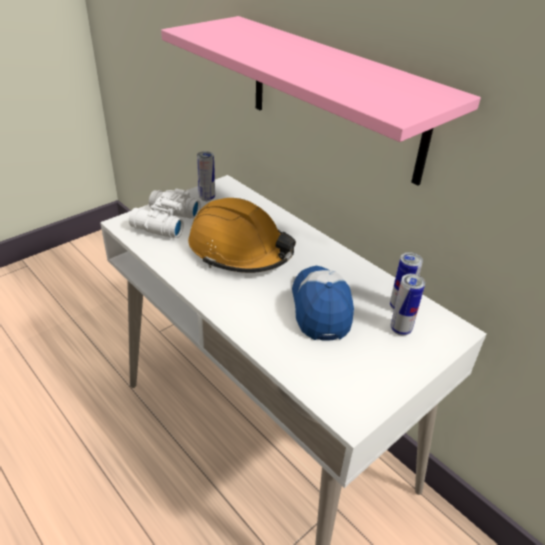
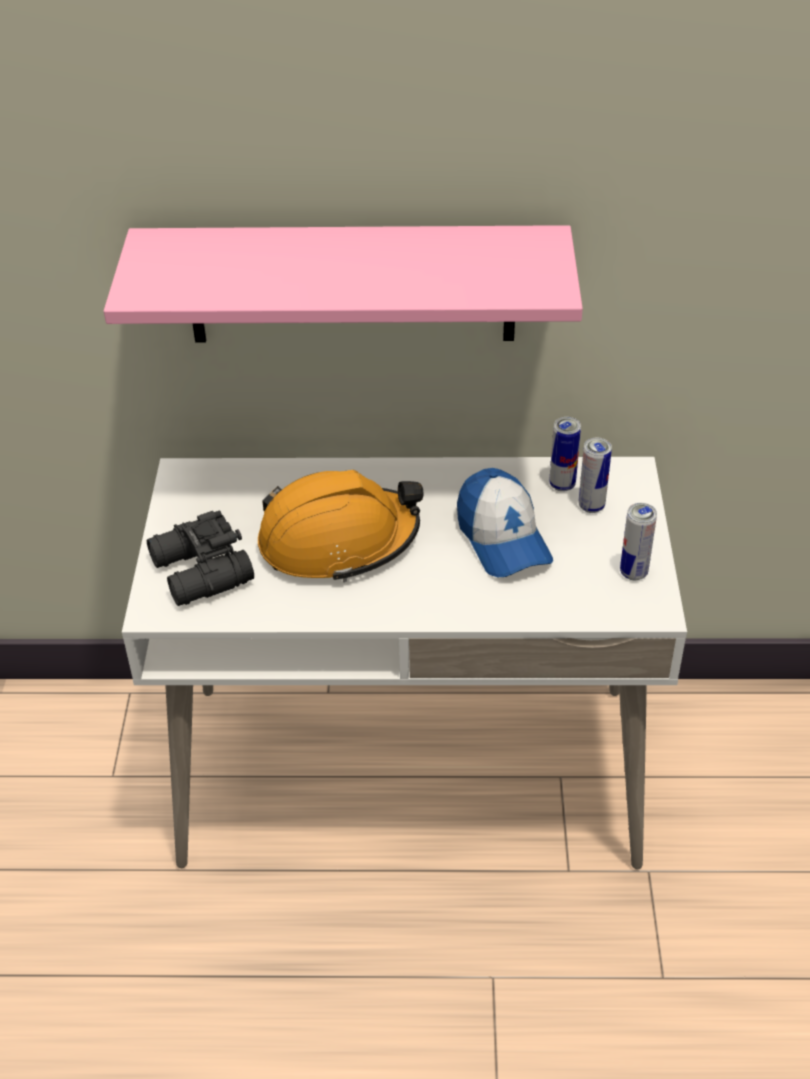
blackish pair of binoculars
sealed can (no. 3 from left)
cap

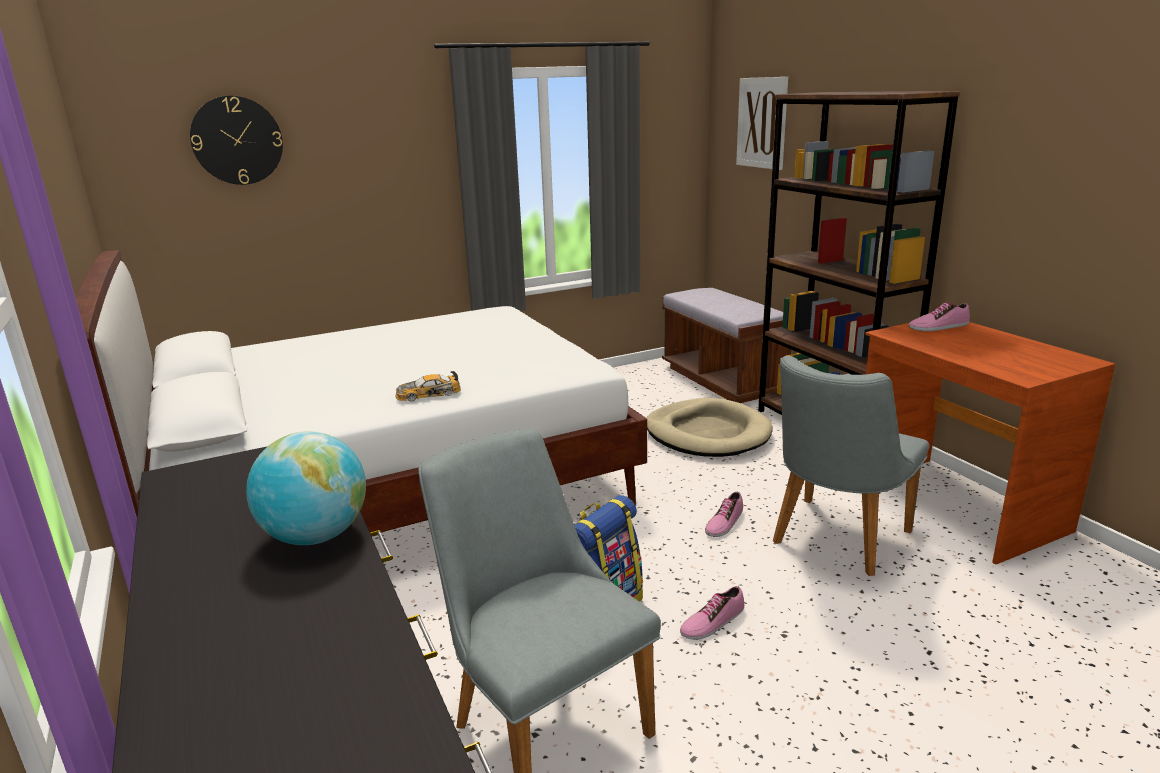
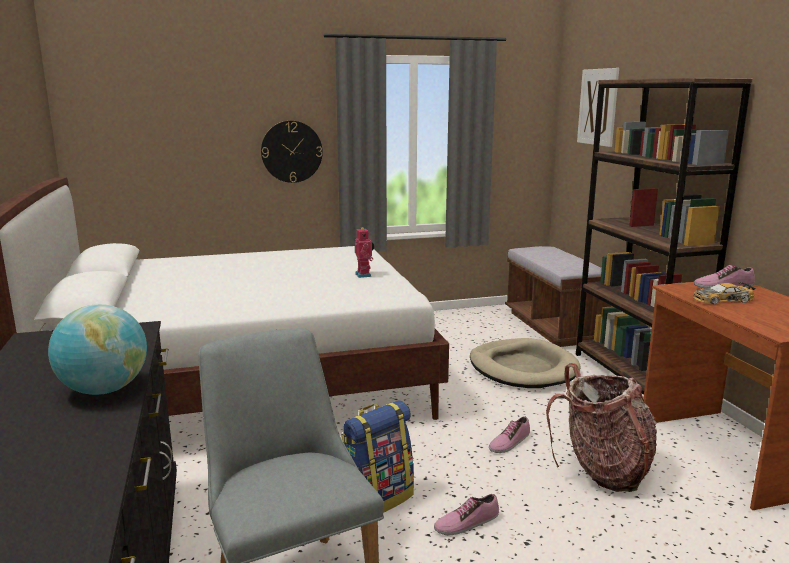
wall clock
miniature car
rucksack (no. 2 from left)
model robot

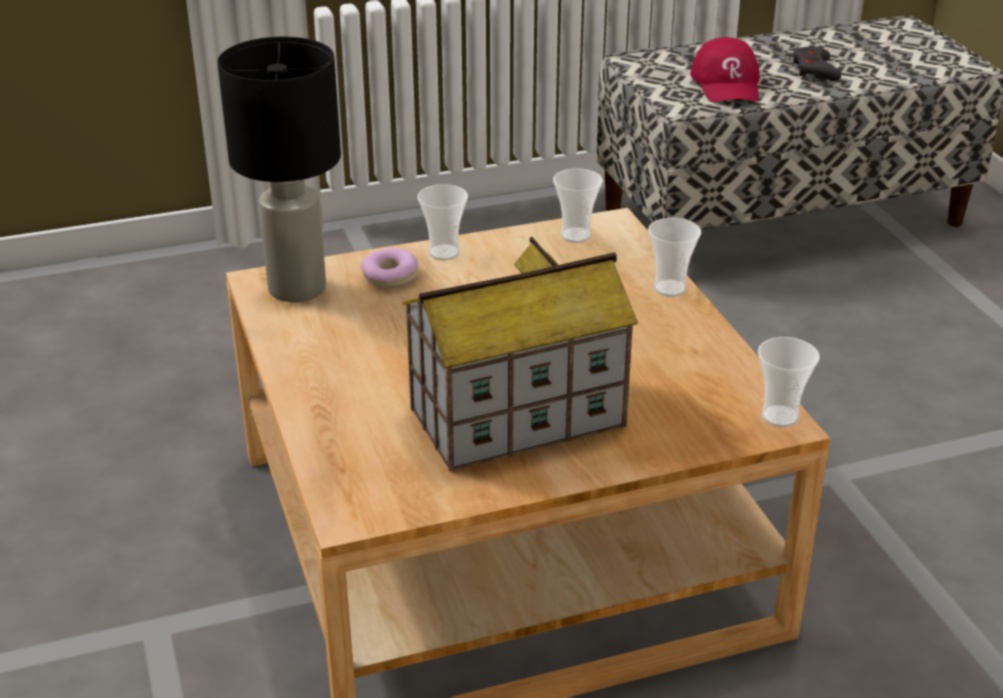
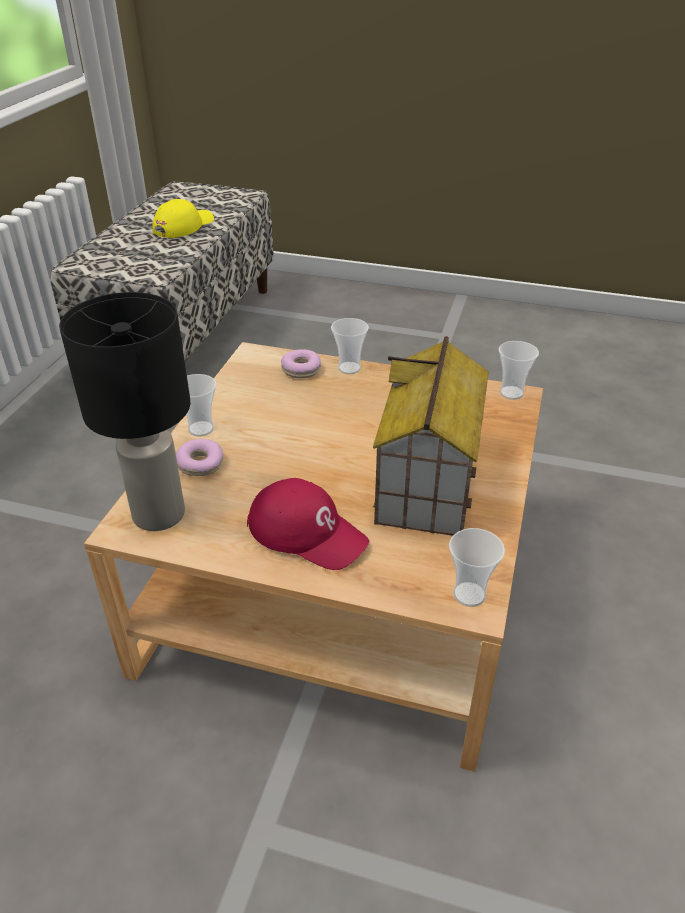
drinking cup (no. 3 from left)
red cap
yellow-coloured cap
ring doughnut (no. 2 from left)

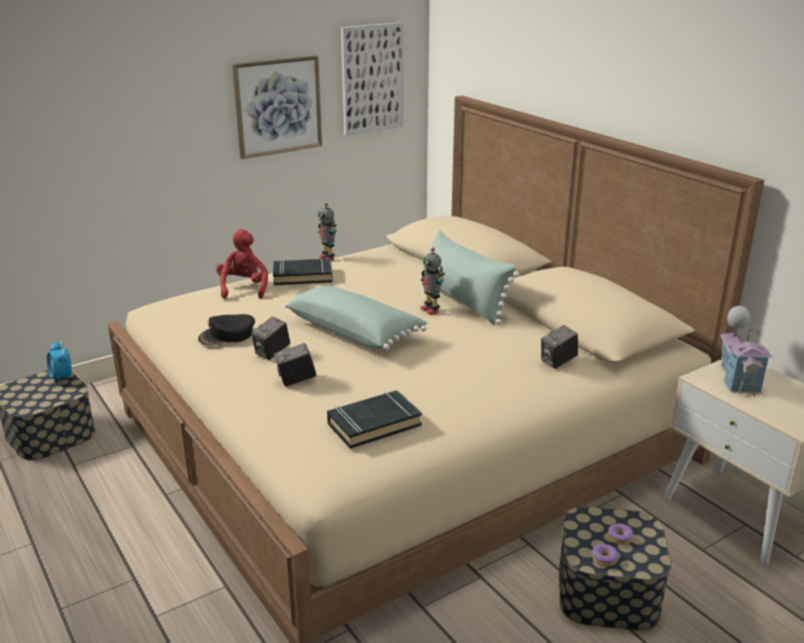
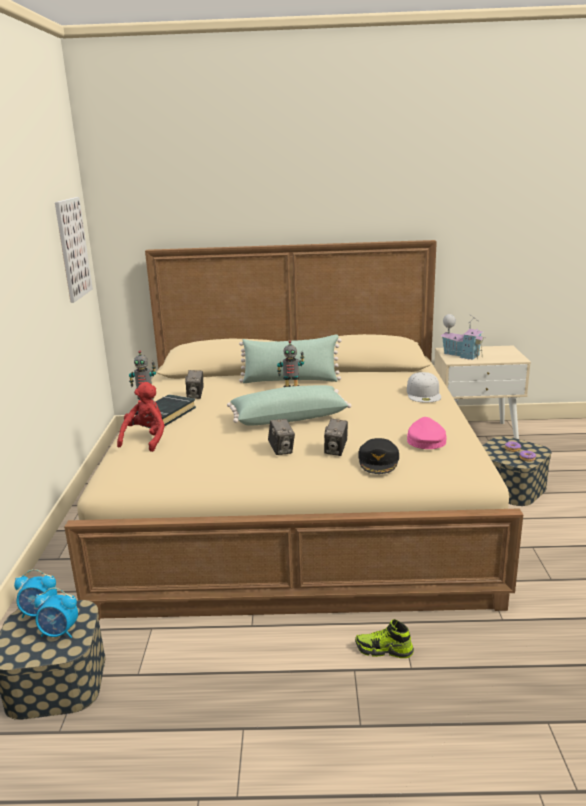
blackish cap
red soft toy
wall art (no. 1 from left in the first image)
pink-coloured cap
photo camera (no. 1 from left)
bedside clock (no. 2 from left)
low shoe
whitish cap

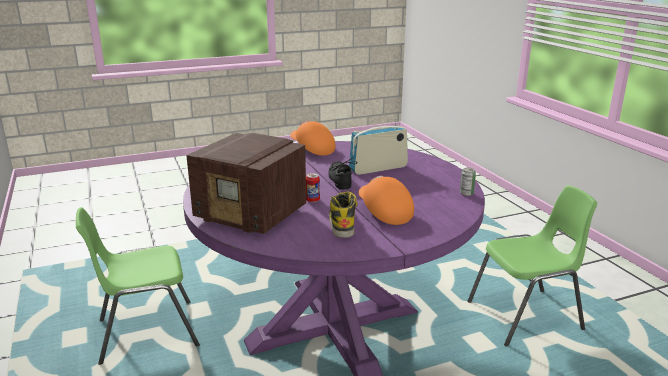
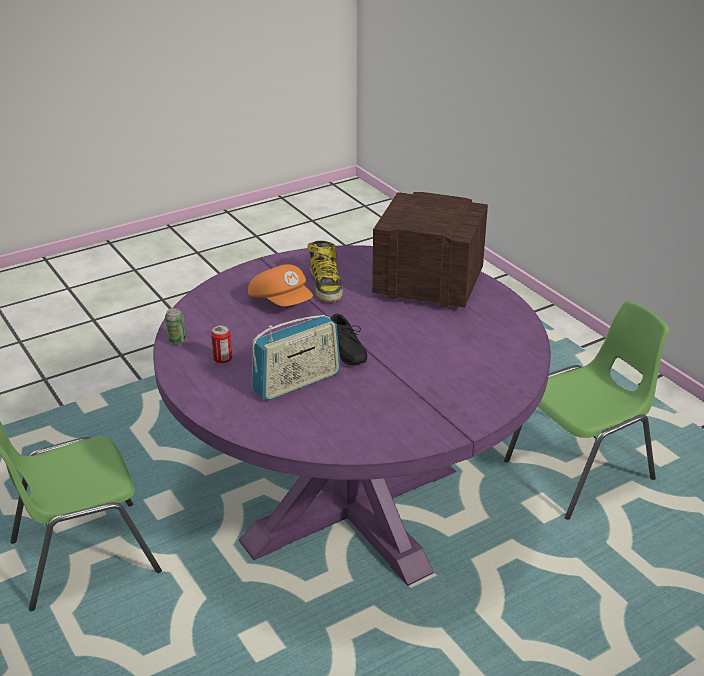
orange-coloured cap (no. 1 from left in the first image)
sealed can (no. 2 from left)

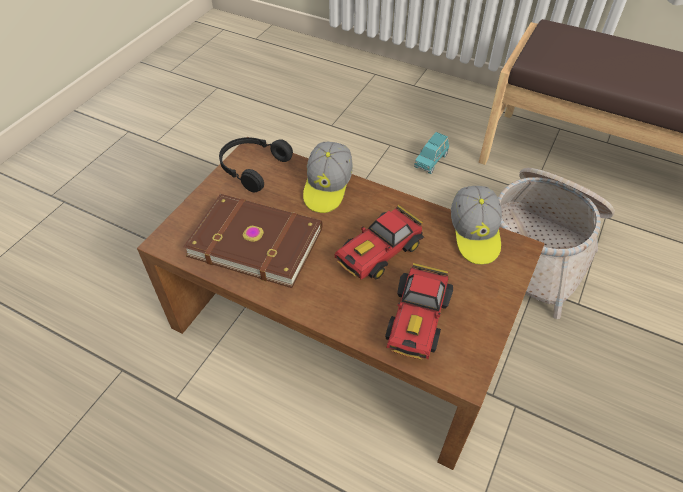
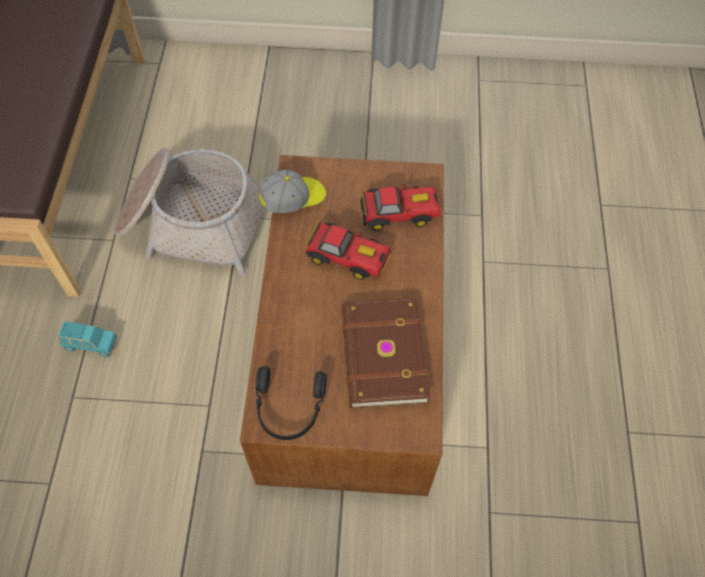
cap (no. 1 from left in the first image)

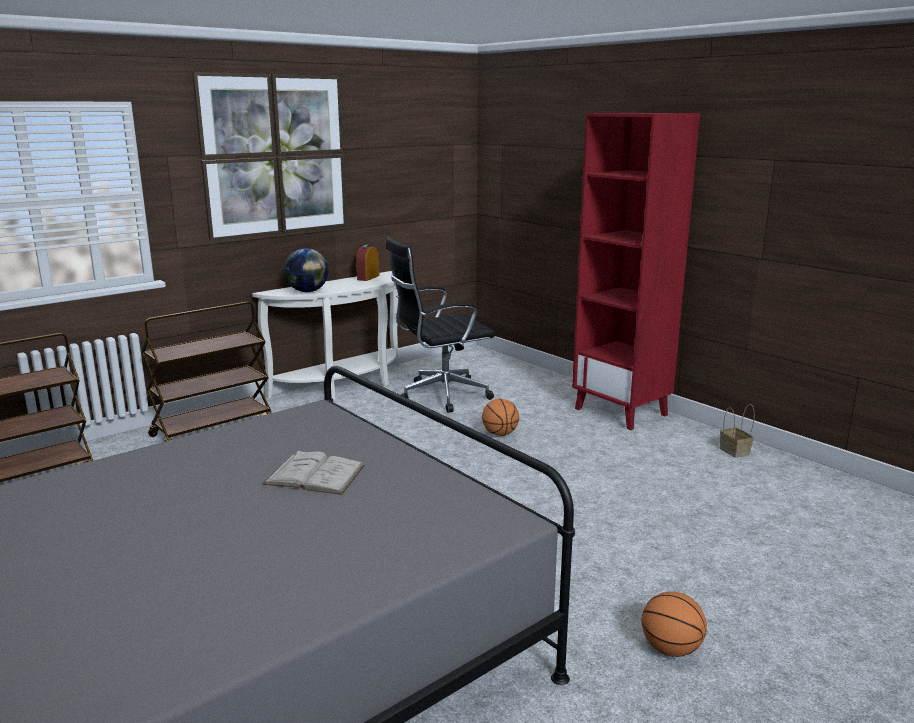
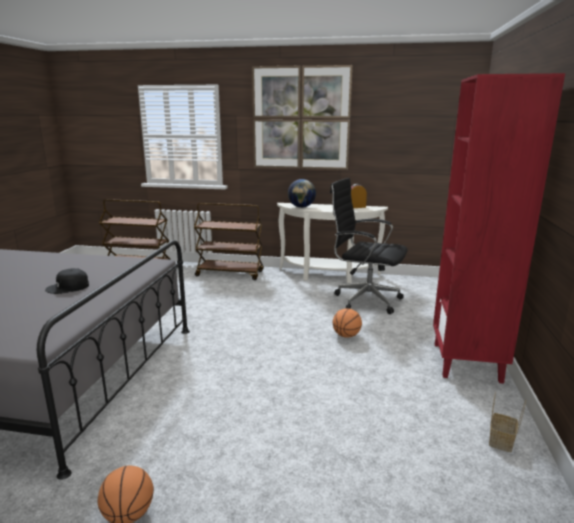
blackish cap

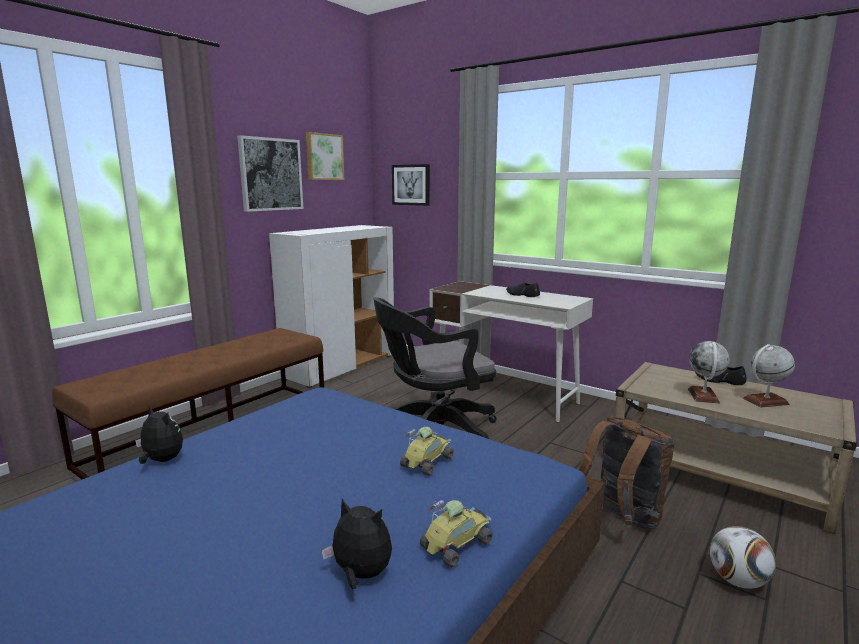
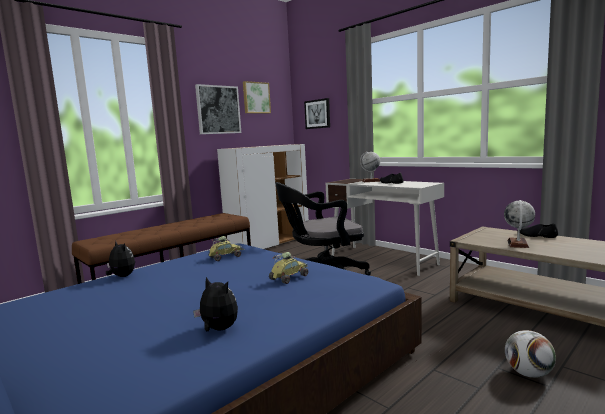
miniature car (no. 1 from left)
brown-coloured rucksack
globe (no. 1 from left)

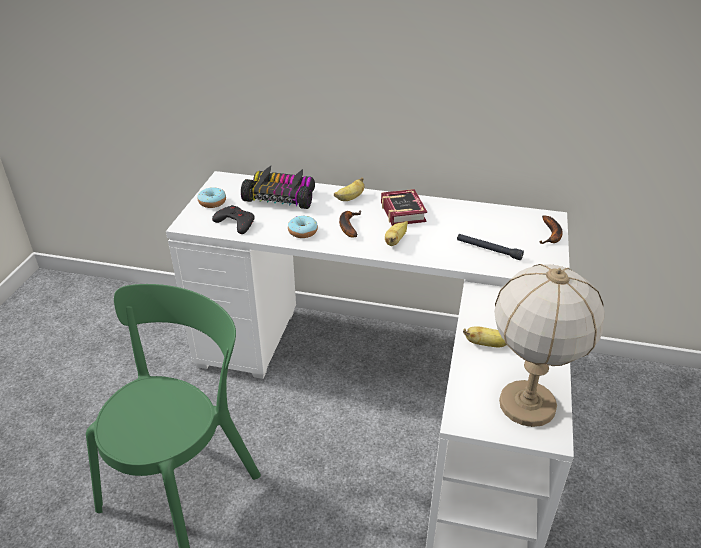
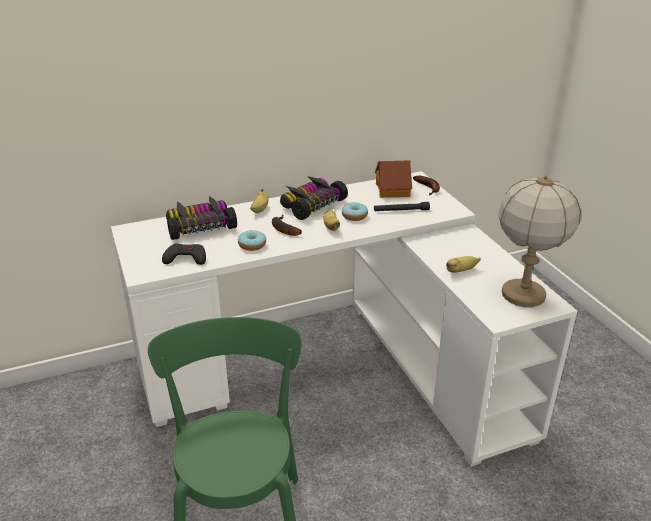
ring doughnut (no. 2 from left)
miniature car (no. 2 from left)
miniature house

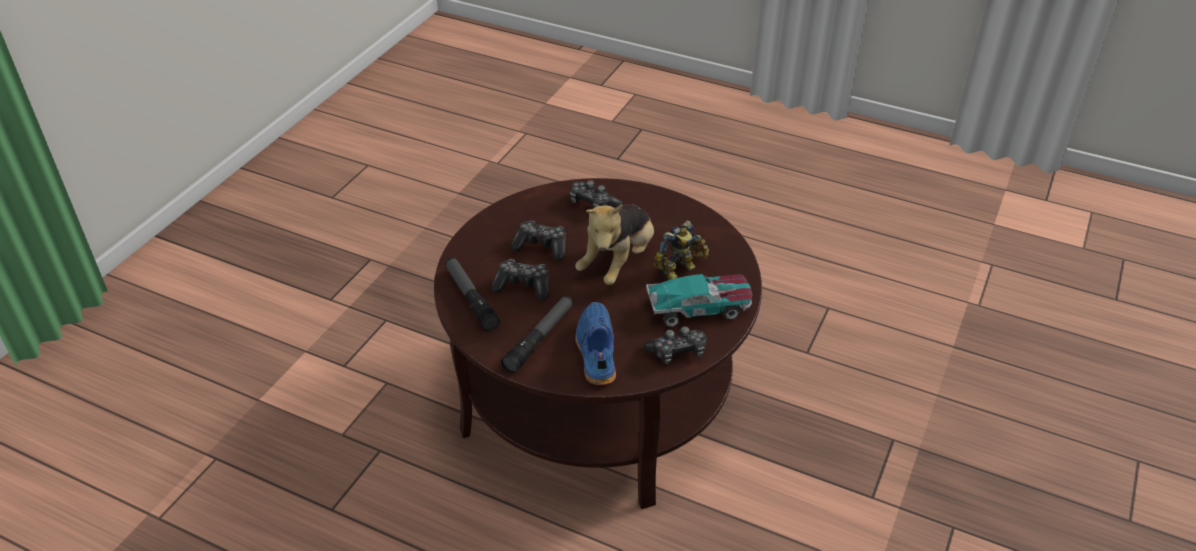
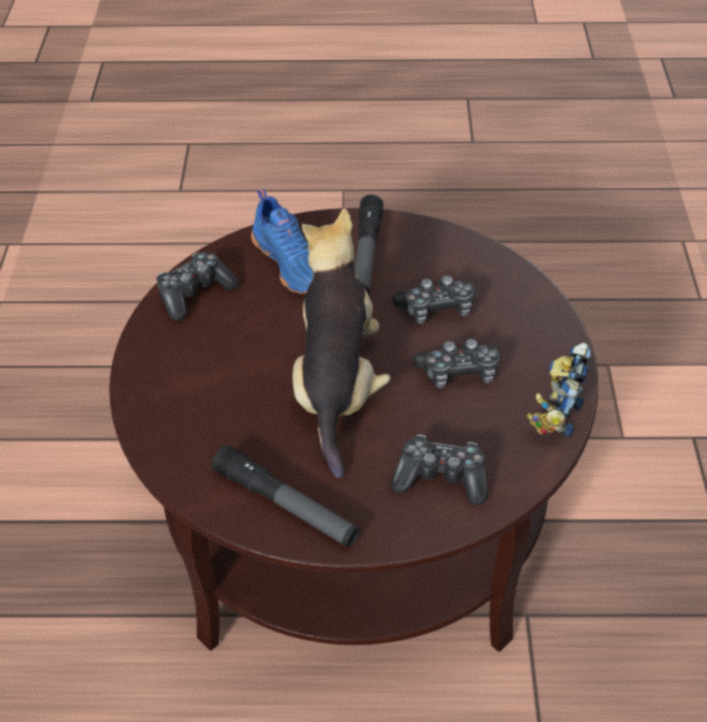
hand torch (no. 1 from left)
miniature car
model robot

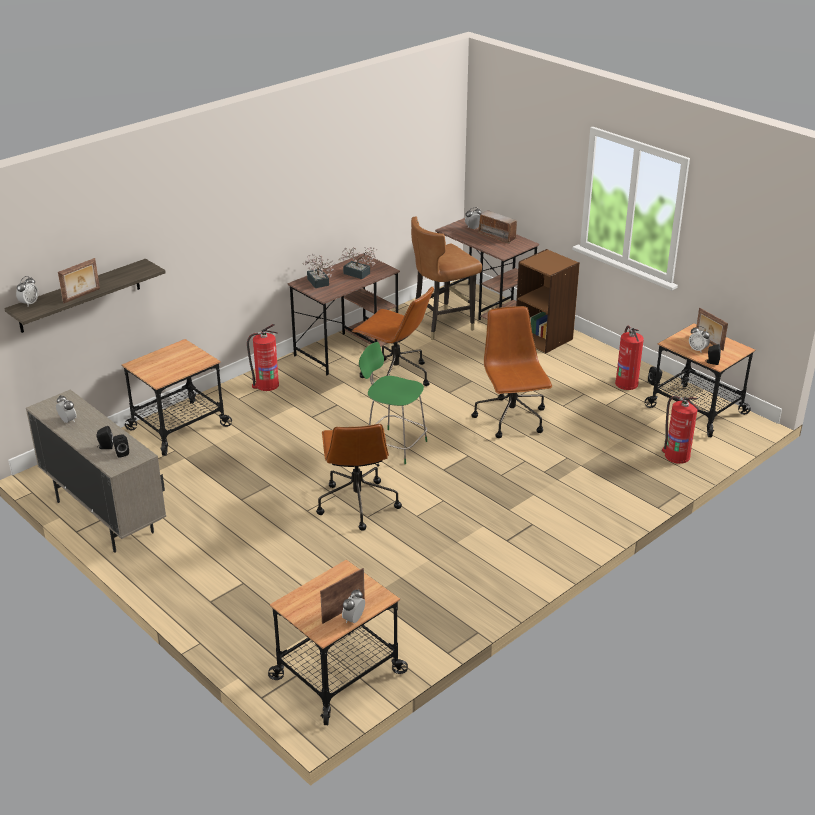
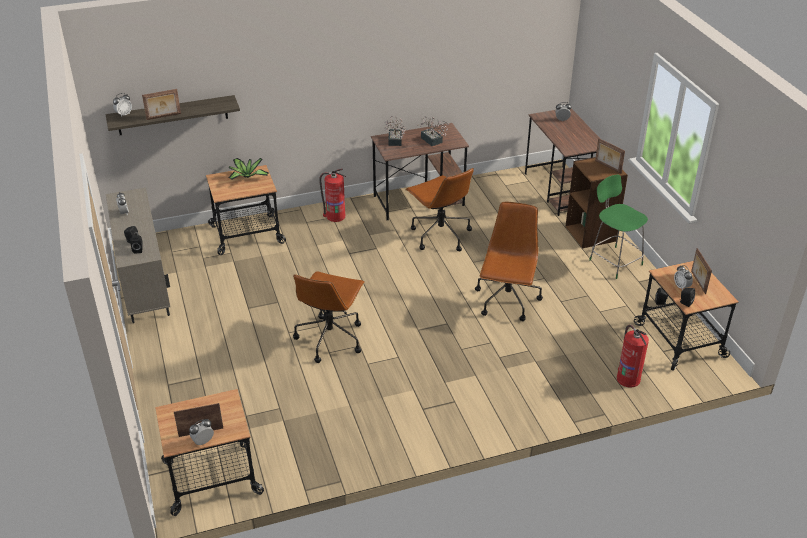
greenish chair
brown-coloured chair
radio
fire extinguisher (no. 2 from left in the first image)
houseplant (no. 1 from left)
photo frame (no. 3 from left)

